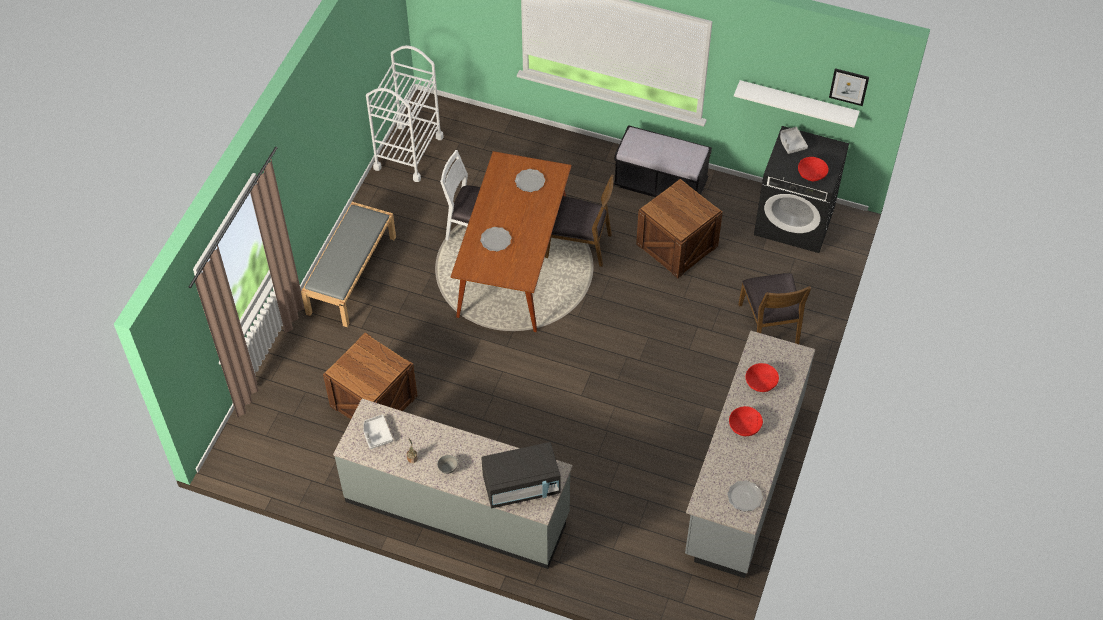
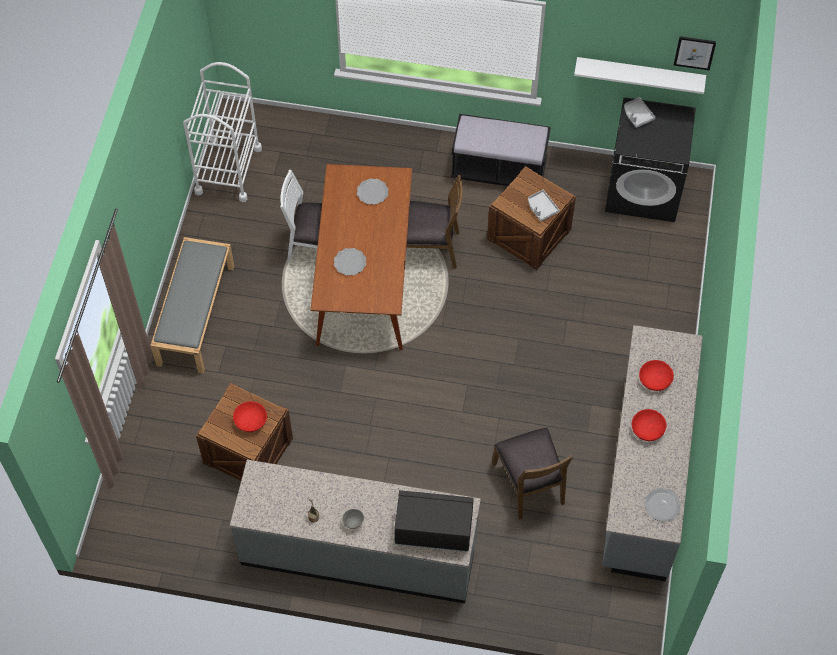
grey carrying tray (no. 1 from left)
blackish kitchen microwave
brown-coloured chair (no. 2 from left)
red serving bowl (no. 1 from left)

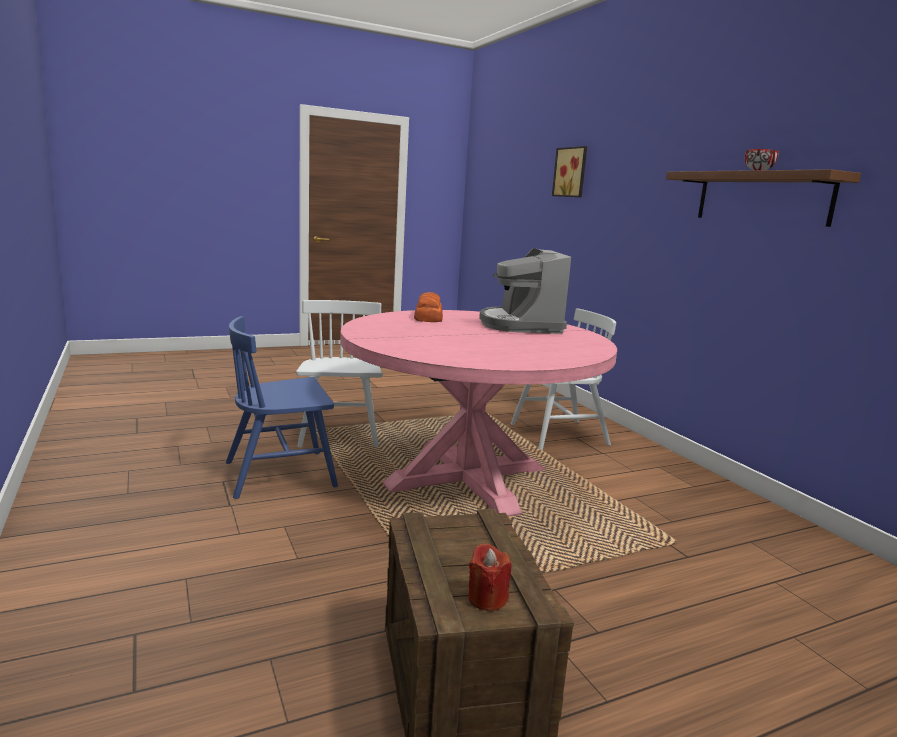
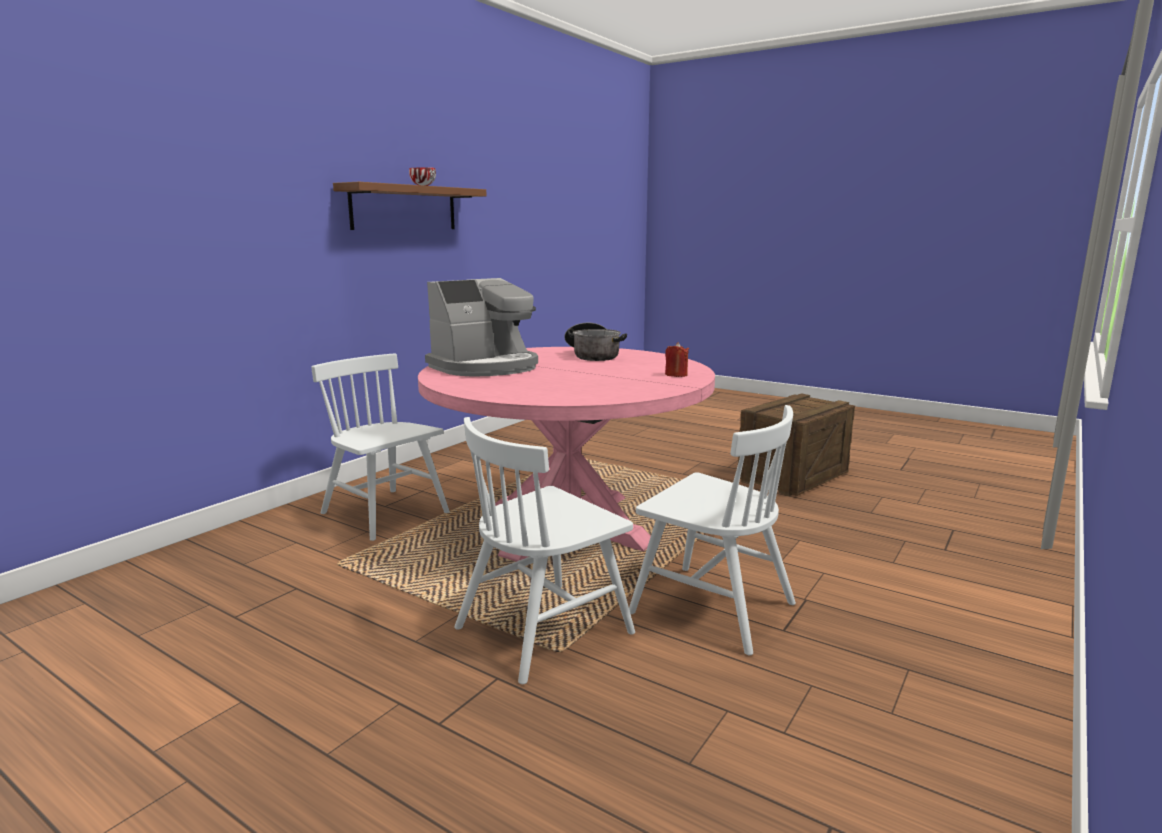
whitish chair (no. 3 from left)
bakery bread
red wax light
wall art
saucepot

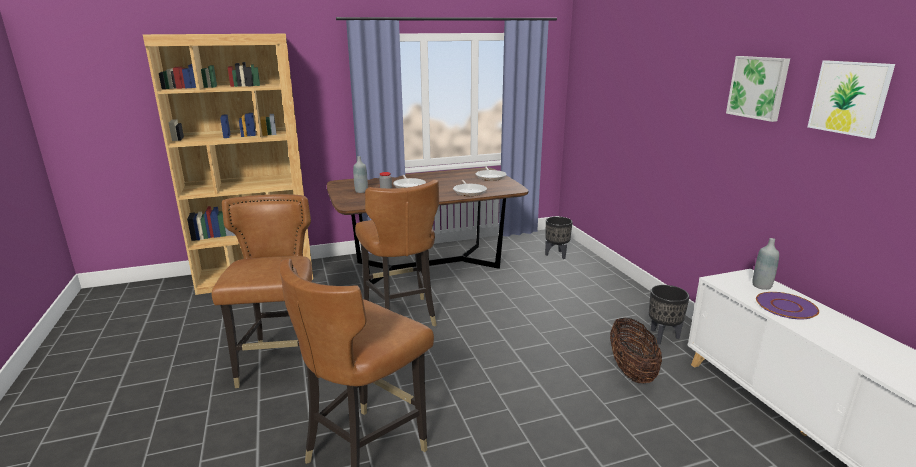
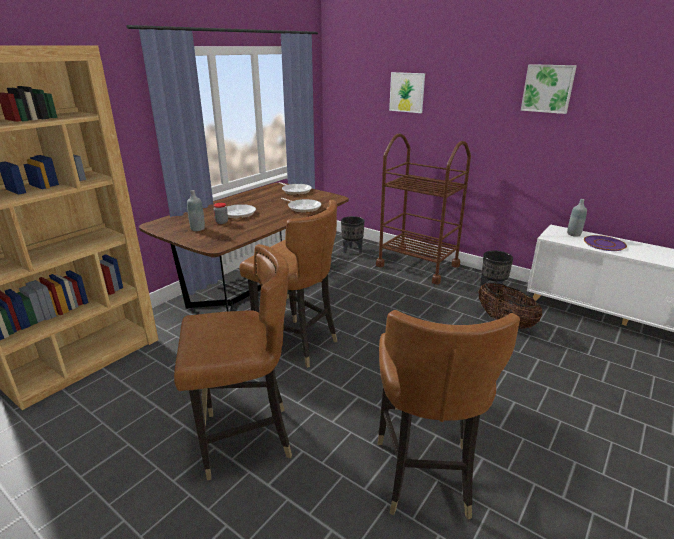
brown-coloured chair (no. 1 from left)
wall art (no. 1 from left)
brown-coloured wheeled cart

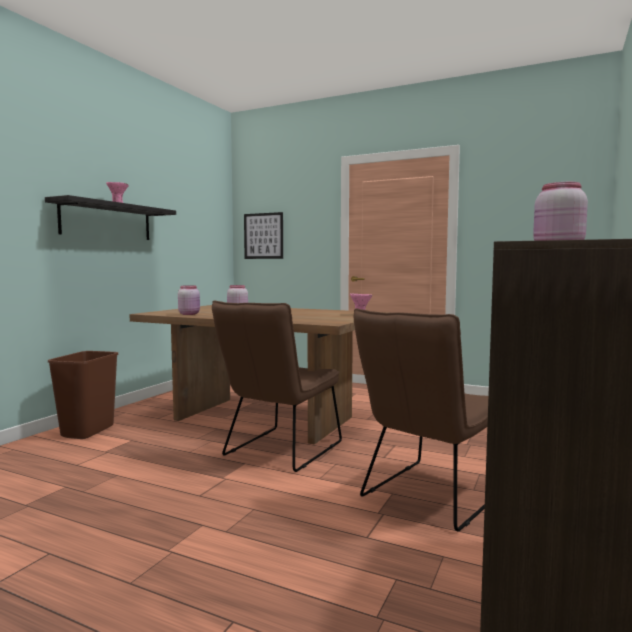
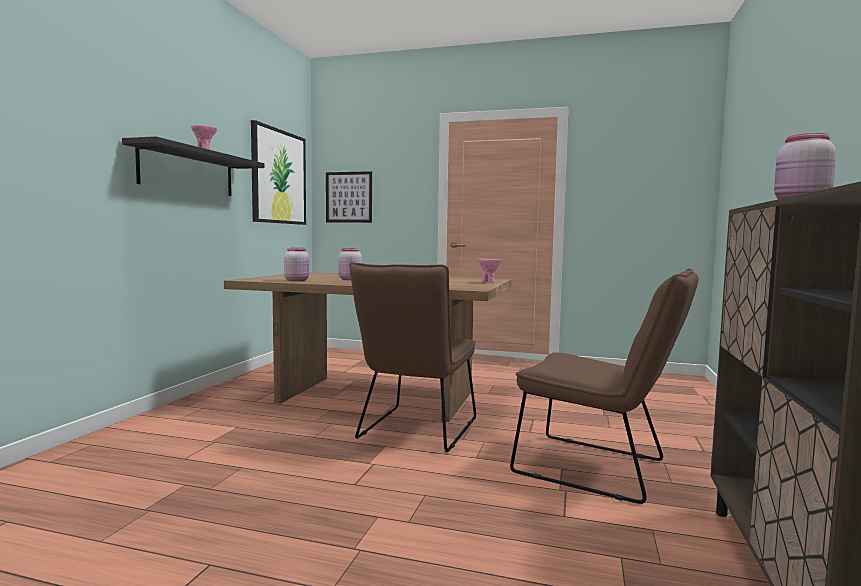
brown-coloured rubbish bin
brown-coloured chair (no. 2 from left)
wall art (no. 1 from left)

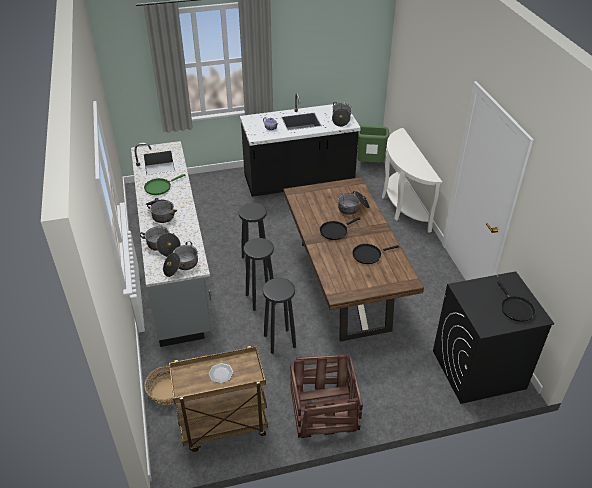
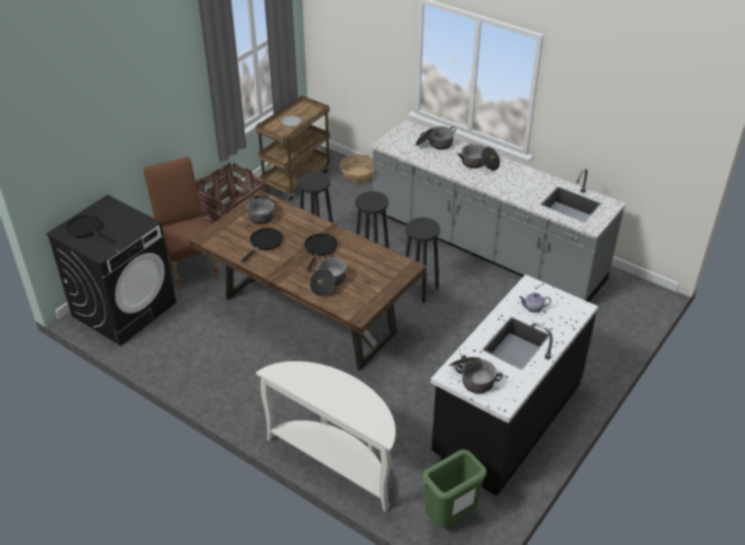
greenish skillet
saucepot (no. 1 from left)
brown-coloured chair

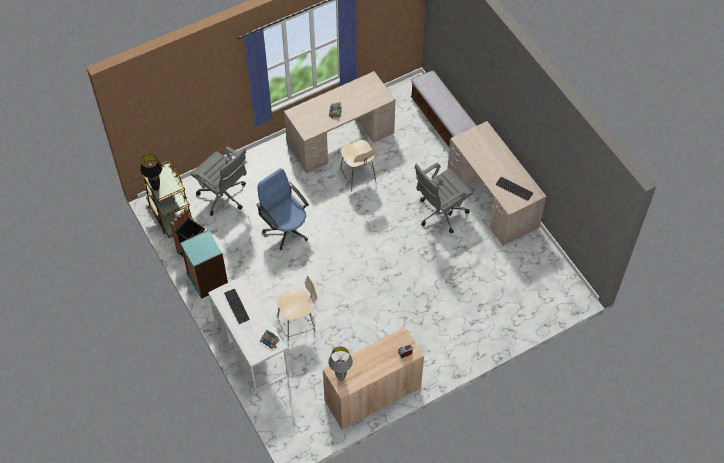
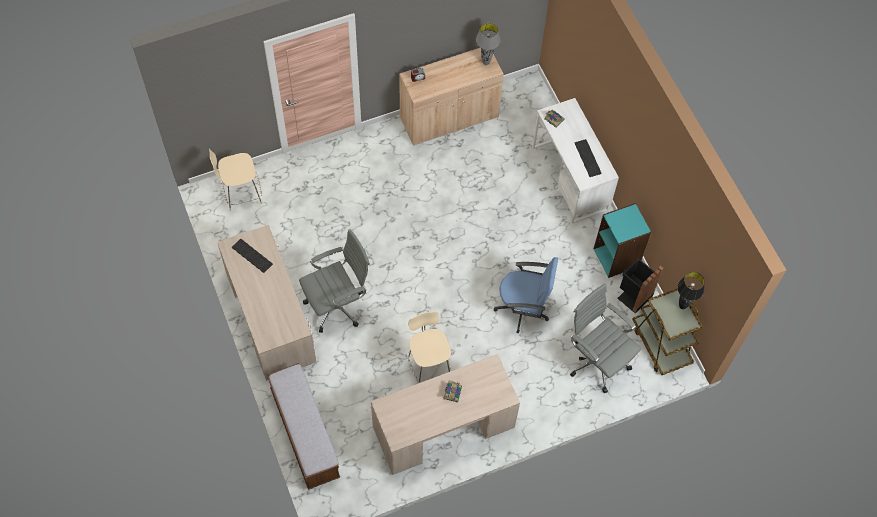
bluish desk chair
beige-coloured chair (no. 1 from left)

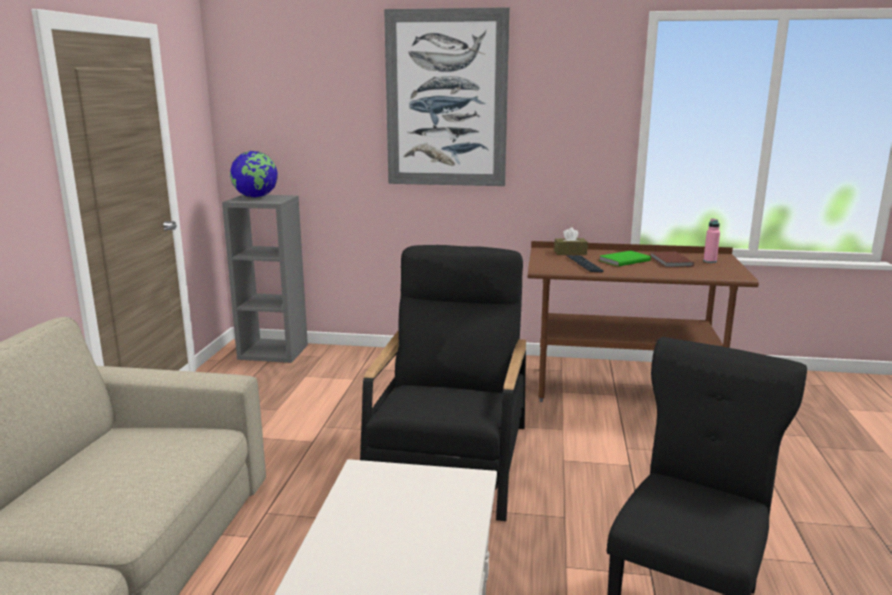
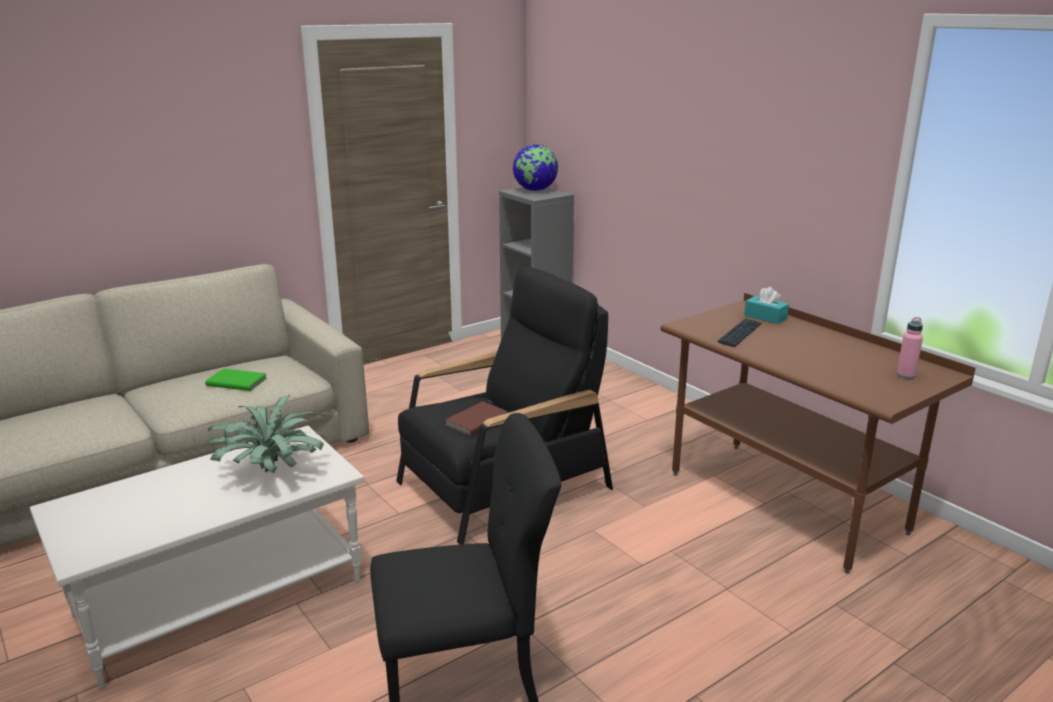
wall art
blue-green box of tissues
greenish bound book
brown-coloured bound book
houseplant

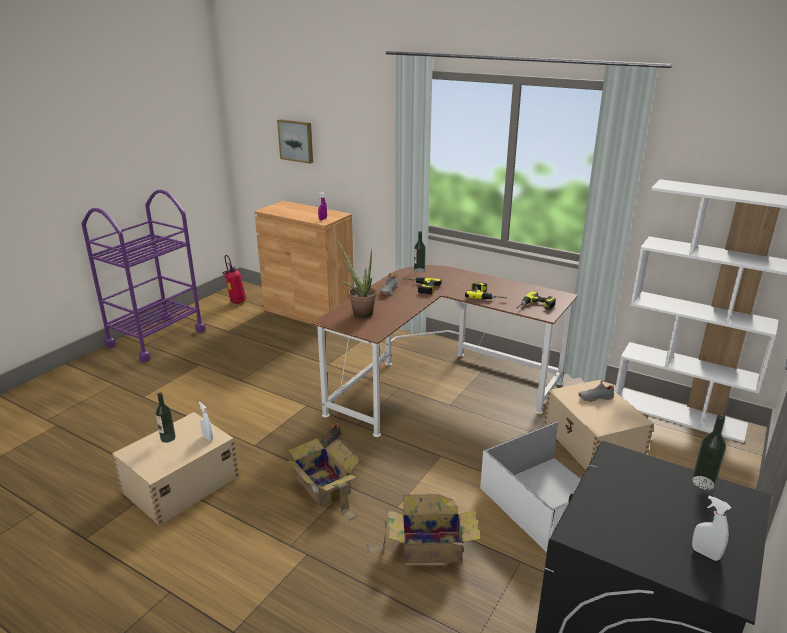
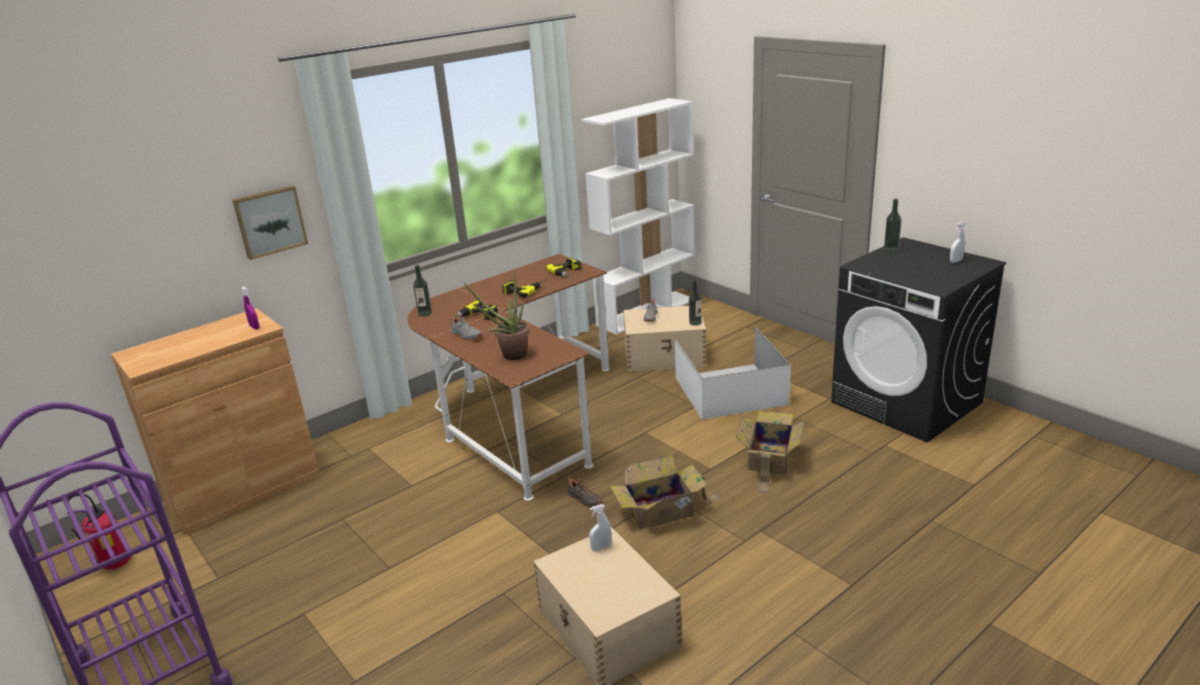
beverage bottle (no. 2 from left)
wall art

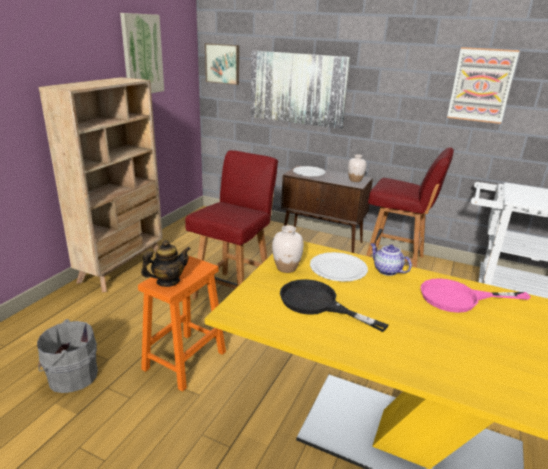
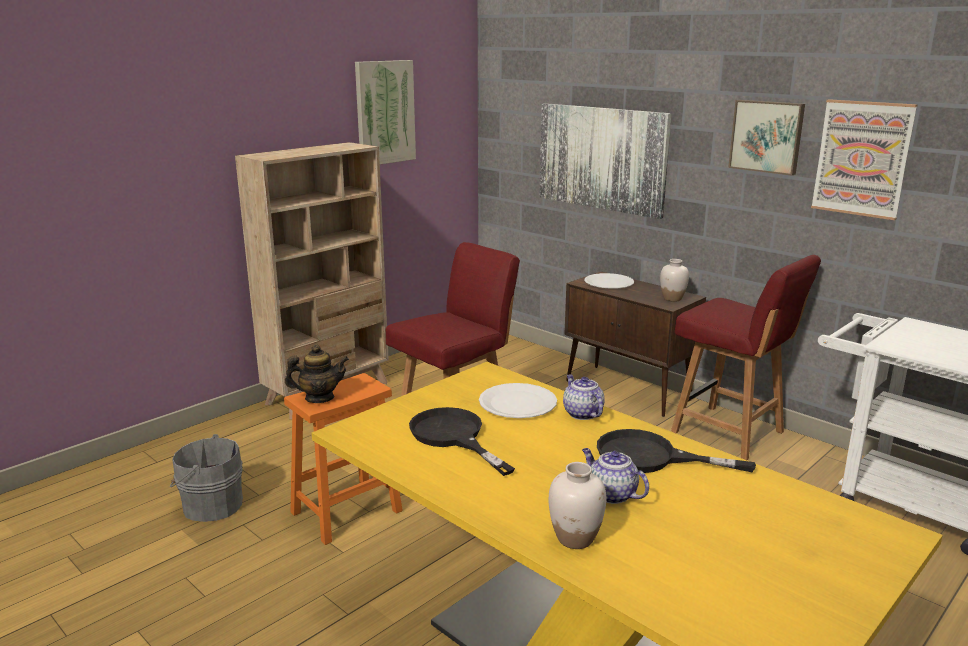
wall art (no. 3 from left)
whitish vase (no. 1 from left)
blackish skillet (no. 2 from left)
tea pot (no. 3 from left)

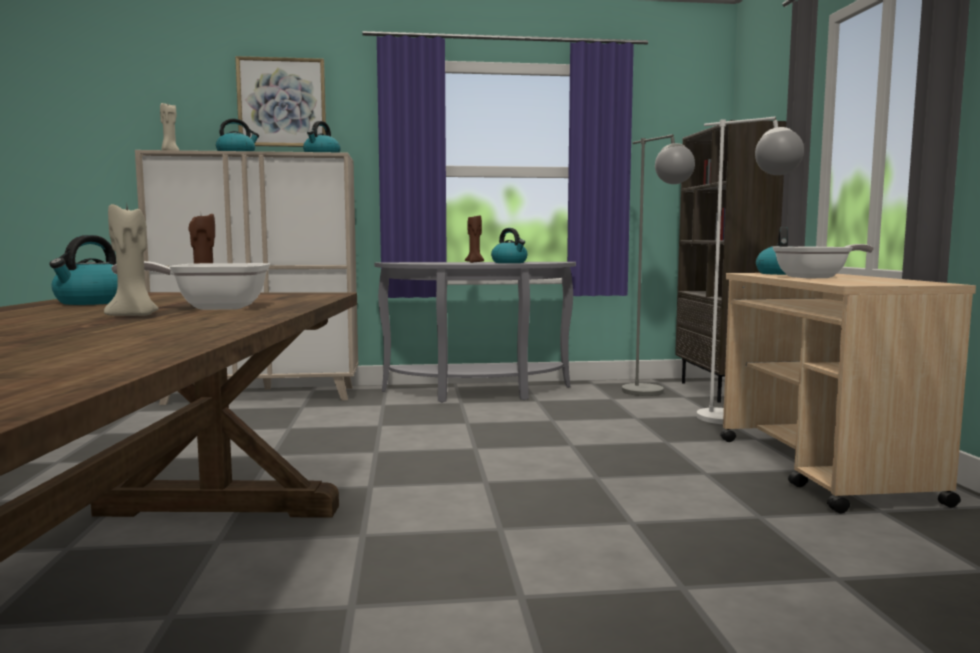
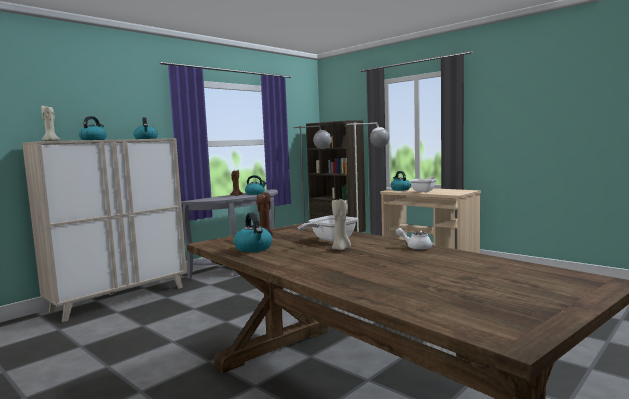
wall art
whitish tea pot

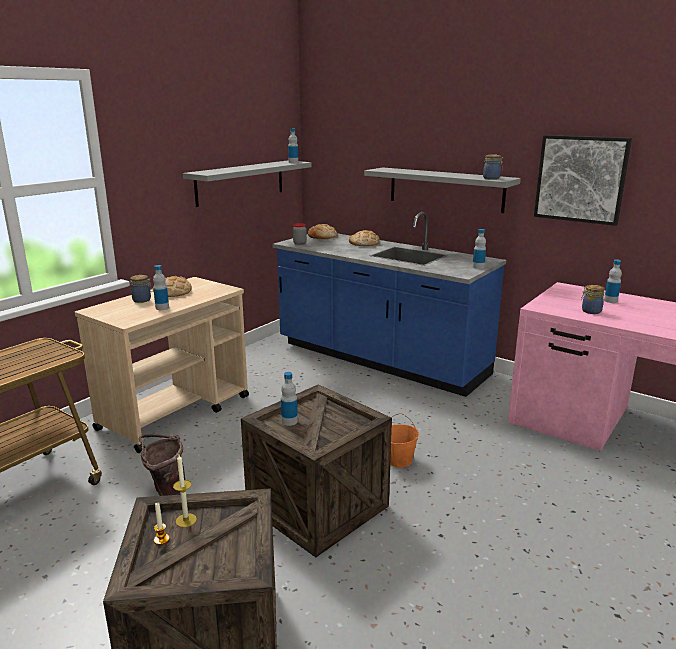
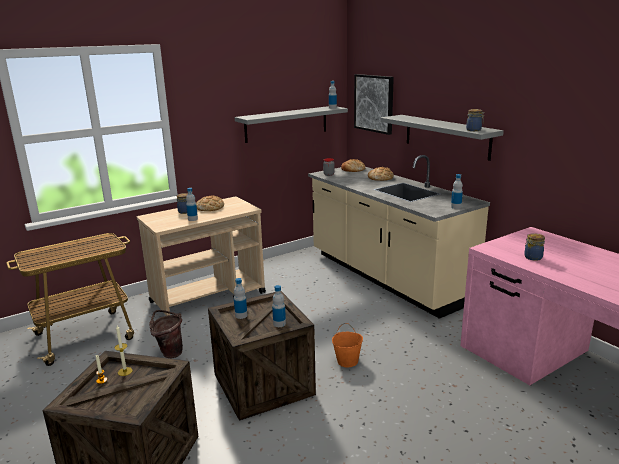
beige-coloured kitchen base unit
wall art
beverage bottle (no. 3 from left)

